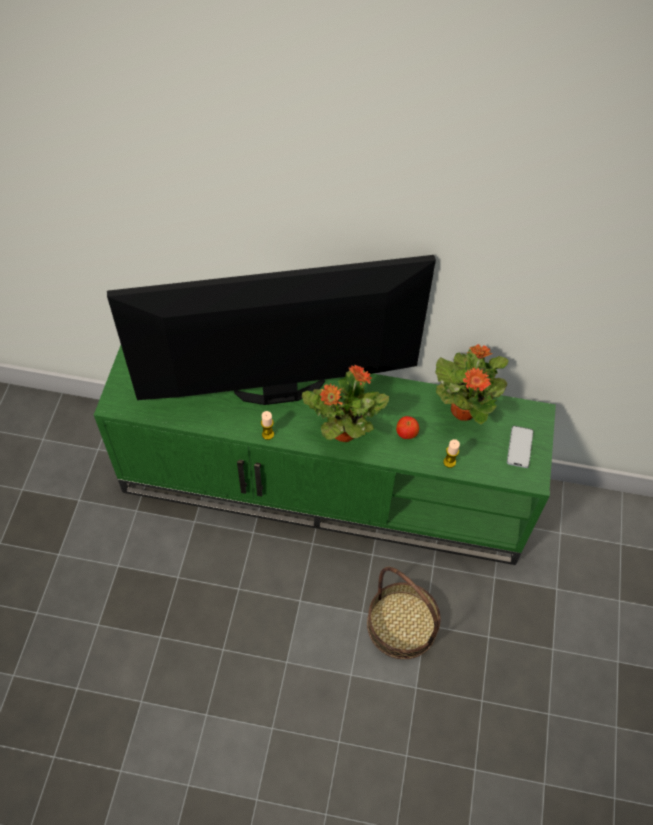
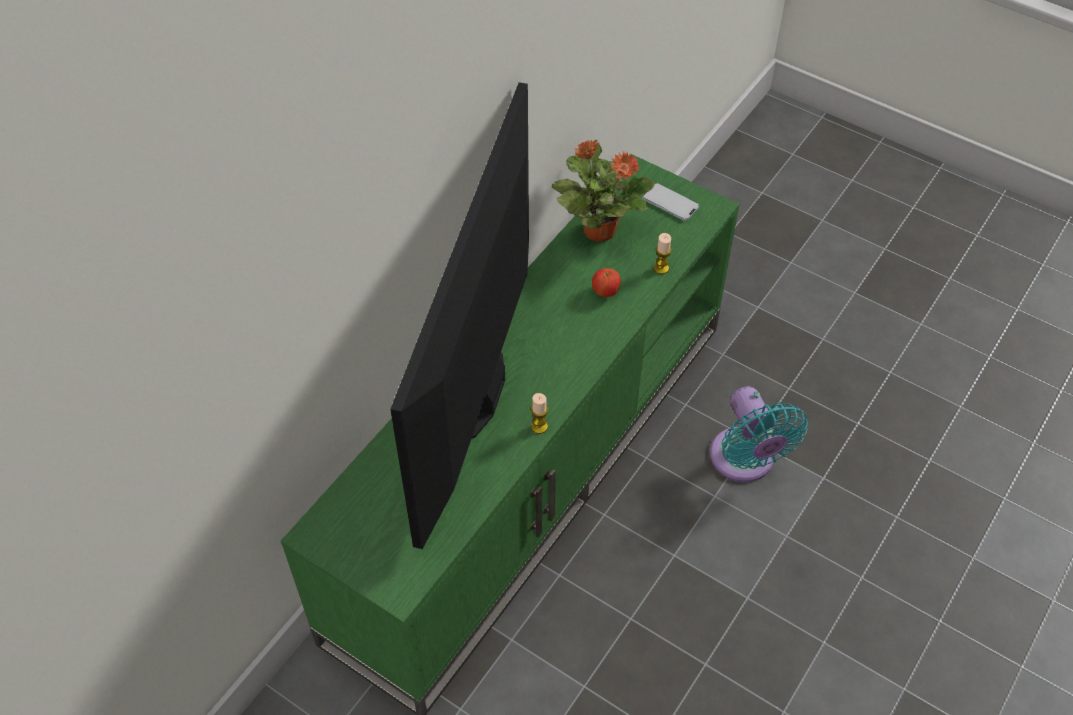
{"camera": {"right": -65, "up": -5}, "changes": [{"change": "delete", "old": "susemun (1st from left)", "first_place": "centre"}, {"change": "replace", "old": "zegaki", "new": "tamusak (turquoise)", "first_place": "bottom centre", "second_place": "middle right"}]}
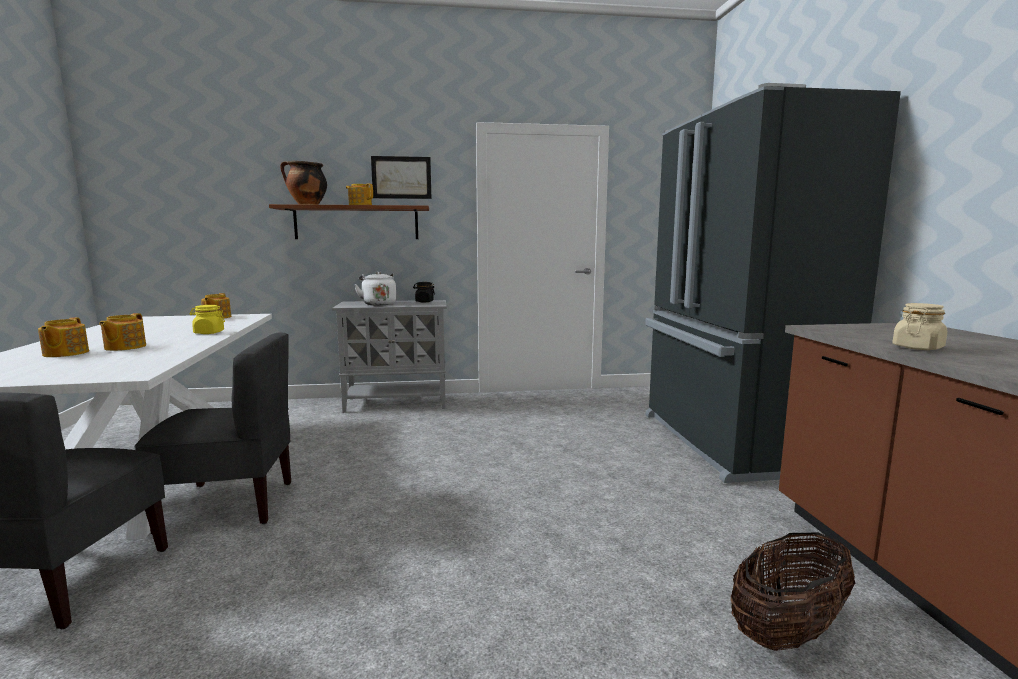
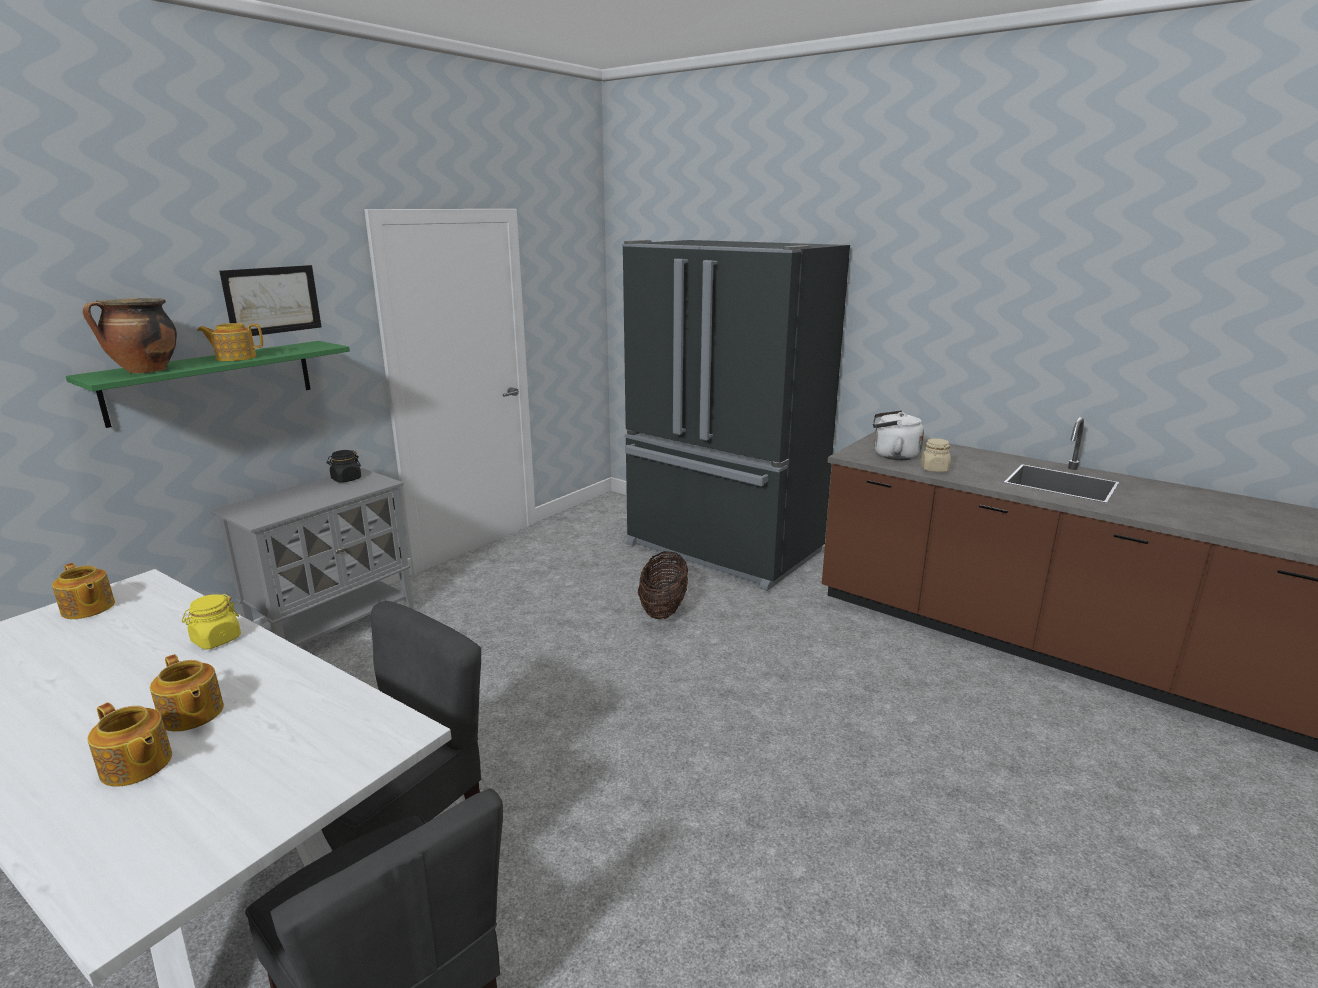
{"camera": {"right": -45, "up": 10}, "changes": [{"change": "recolor", "old": "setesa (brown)", "new": "setesa (green)", "first_place": "top centre", "second_place": "middle left"}, {"change": "move", "old": "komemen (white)", "first_place": "centre", "second_place": "middle right"}, {"change": "move", "old": "zegaki", "first_place": "bottom right", "second_place": "centre"}]}
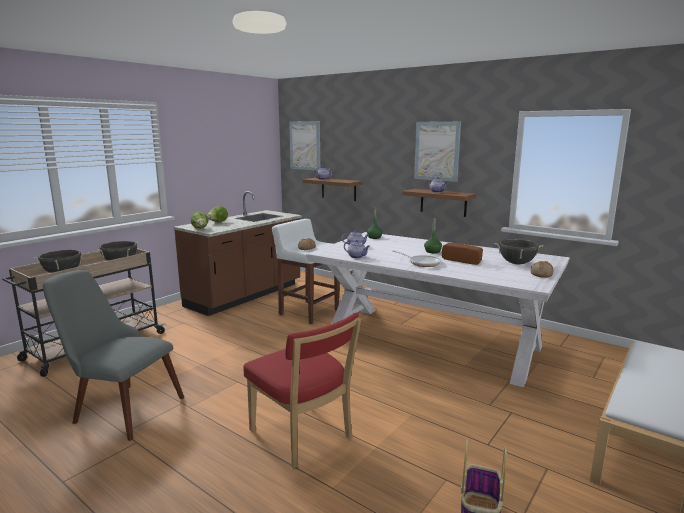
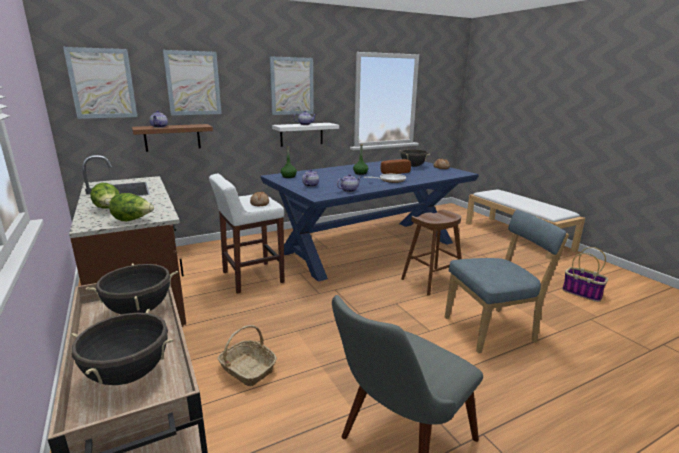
{"camera": {"right": -65, "up": 5}, "changes": [{"change": "recolor", "old": "setesa (brown) (2nd from left)", "new": "setesa (white)", "first_place": "centre", "second_place": "top centre"}, {"change": "recolor", "old": "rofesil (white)", "new": "rofesil (blue)", "first_place": "centre", "second_place": "centre"}, {"change": "recolor", "old": "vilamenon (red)", "new": "vilamenon (blue)", "first_place": "bottom centre", "second_place": "middle right"}, {"change": "insert", "new": "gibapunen (2nd from left)", "second_place": "top left"}, {"change": "insert", "new": "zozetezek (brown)", "second_place": "centre"}, {"change": "insert", "new": "zegaki (1st from left)", "second_place": "bottom centre"}]}
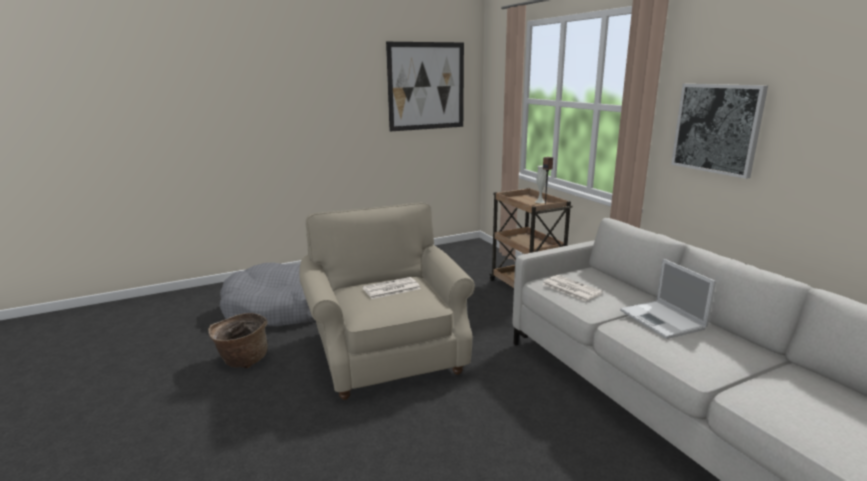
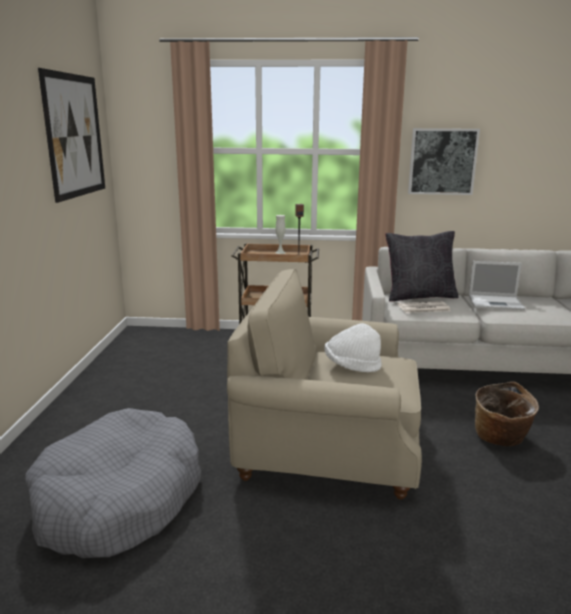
{"camera": {"right": -60, "up": 0}, "changes": [{"change": "replace", "old": "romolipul (1st from left)", "new": "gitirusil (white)", "first_place": "centre", "second_place": "centre"}, {"change": "move", "old": "zegaki", "first_place": "bottom left", "second_place": "bottom right"}, {"change": "insert", "new": "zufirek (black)", "second_place": "middle right"}]}
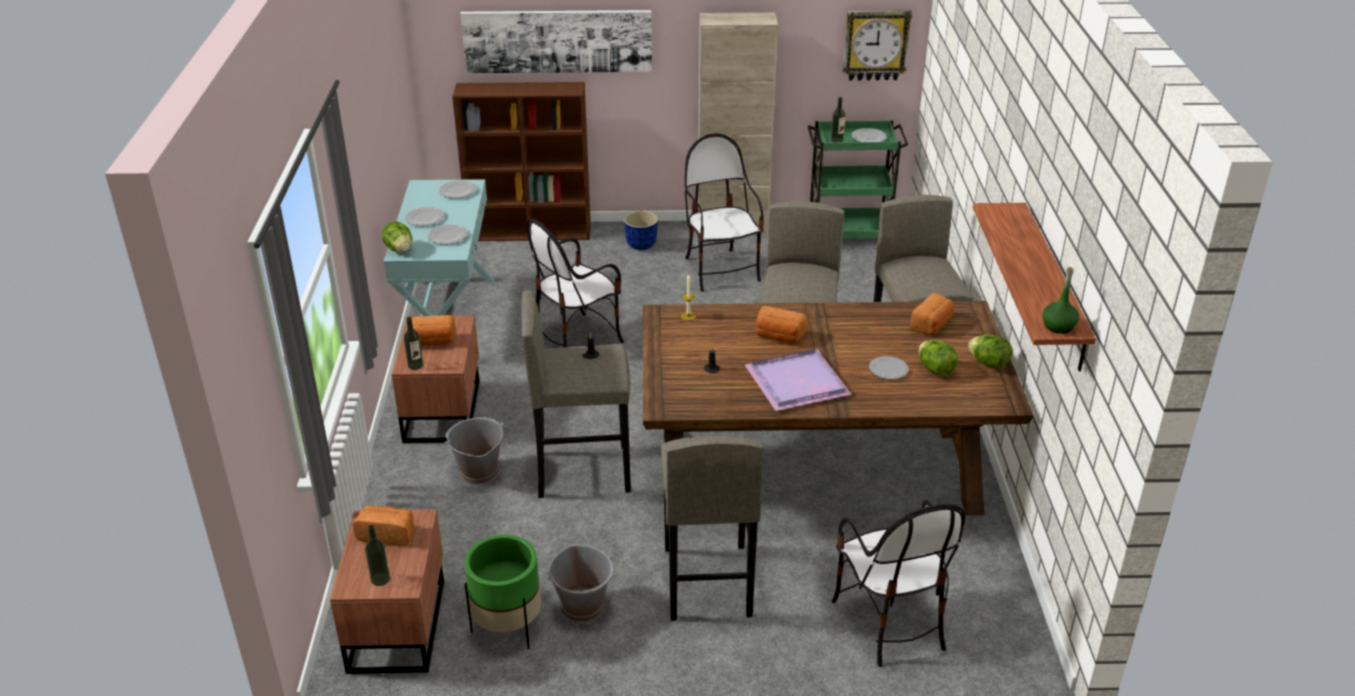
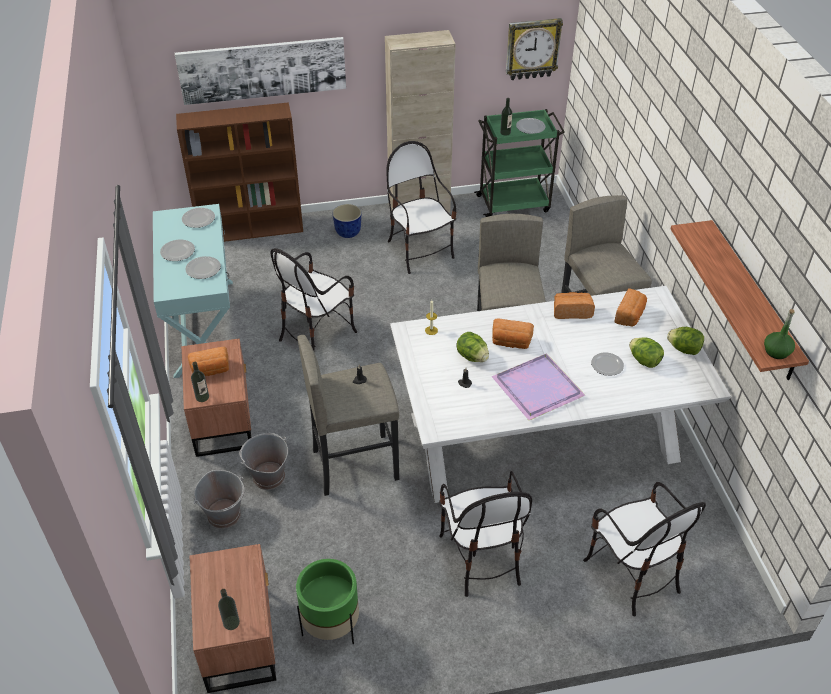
{"camera": {"right": -10, "up": 10}, "changes": [{"change": "move", "old": "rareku (1st from left)", "first_place": "middle left", "second_place": "centre"}, {"change": "recolor", "old": "rofesil (brown)", "new": "rofesil (white)", "first_place": "centre", "second_place": "middle right"}, {"change": "replace", "old": "zozetezek (grey) (2nd from left)", "new": "vilamenon (3rd from left)", "first_place": "bottom centre", "second_place": "bottom centre"}, {"change": "move", "old": "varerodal (1st from left in the first image)", "new": "varerodal (3rd from left)", "first_place": "bottom left", "second_place": "middle right"}, {"change": "move", "old": "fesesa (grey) (2nd from left in the first image)", "new": "fesesa (grey) (1st from left)", "first_place": "bottom centre", "second_place": "bottom left"}]}
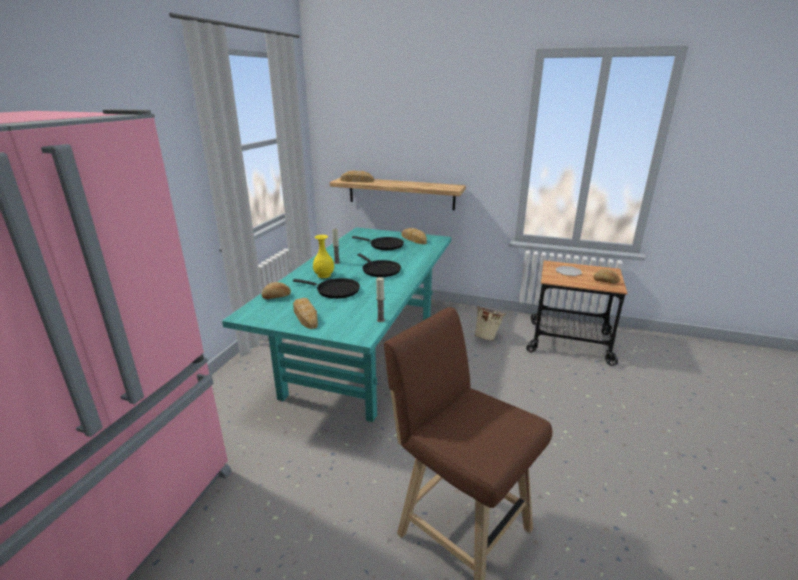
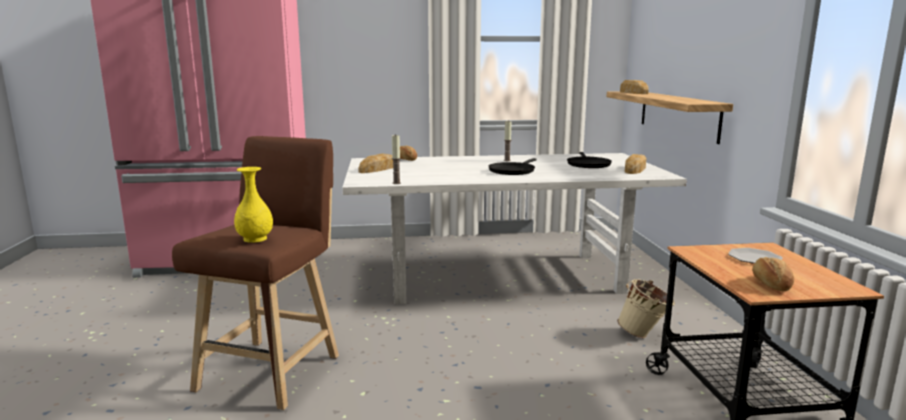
{"camera": {"right": 65, "up": -10}, "changes": [{"change": "recolor", "old": "rofesil (turquoise)", "new": "rofesil (white)", "first_place": "centre", "second_place": "centre"}, {"change": "move", "old": "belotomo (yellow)", "first_place": "centre", "second_place": "middle left"}, {"change": "delete", "old": "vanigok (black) (1st from left)", "first_place": "centre"}]}
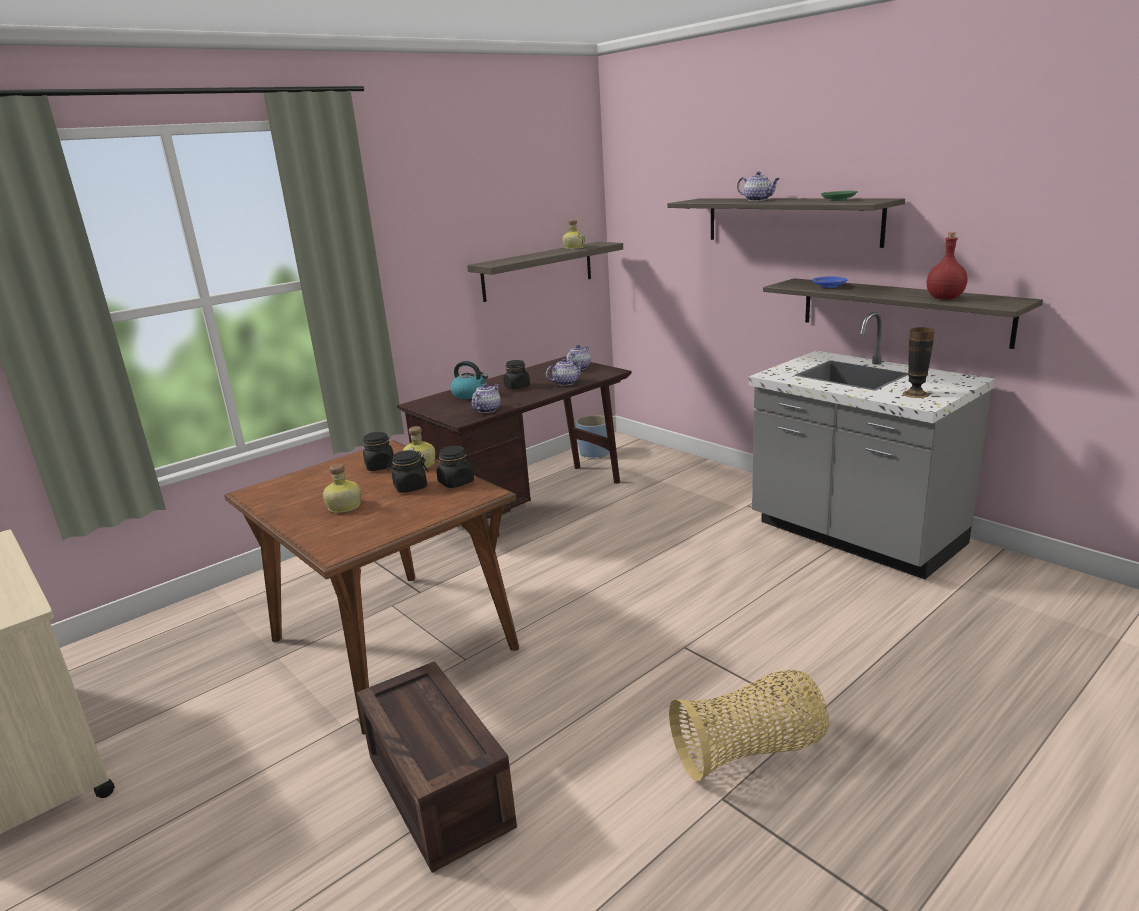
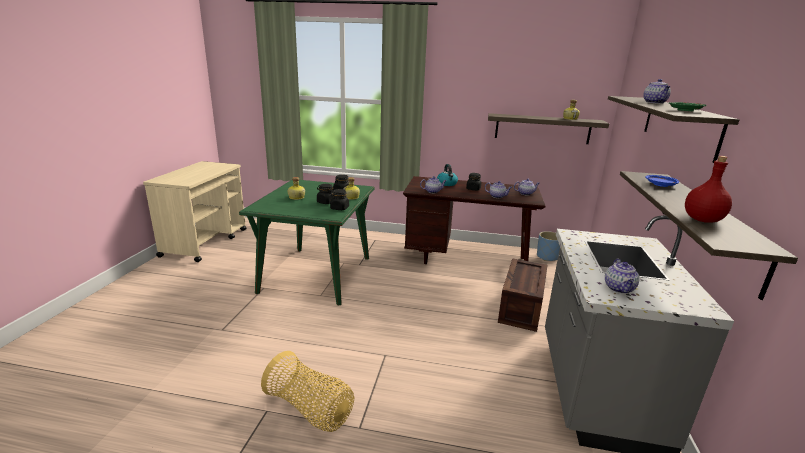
{"camera": {"right": 50, "up": 0}, "changes": [{"change": "replace", "old": "belotomo", "new": "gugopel (4th from left)", "first_place": "middle right", "second_place": "middle right"}, {"change": "recolor", "old": "rofesil (brown)", "new": "rofesil (green)", "first_place": "middle left", "second_place": "centre"}, {"change": "move", "old": "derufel", "first_place": "bottom centre", "second_place": "centre"}]}
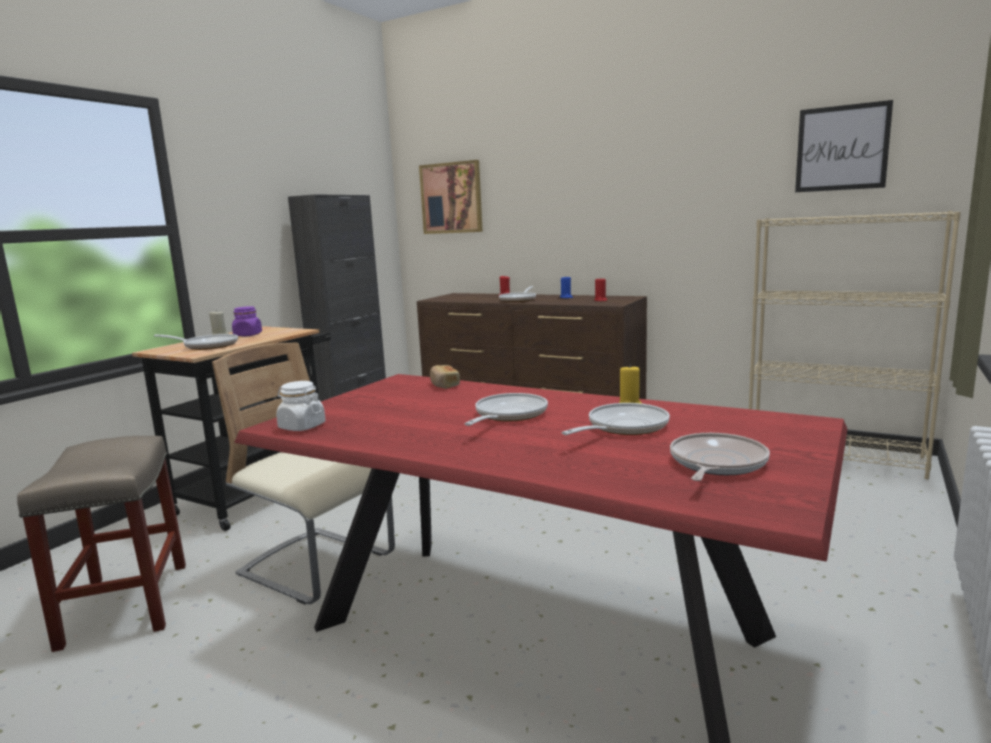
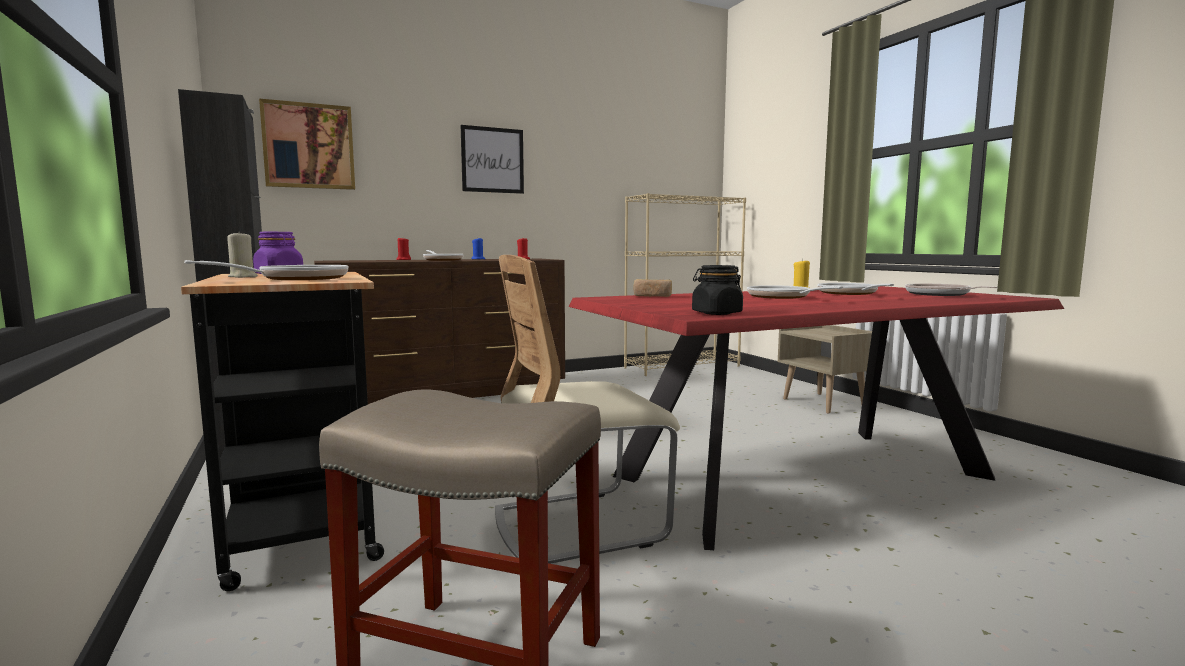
{"camera": {"right": -55, "up": -5}, "changes": [{"change": "move", "old": "gibapunen (2nd from left)", "first_place": "top right", "second_place": "top centre"}, {"change": "recolor", "old": "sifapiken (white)", "new": "sifapiken (black)", "first_place": "middle left", "second_place": "centre"}, {"change": "insert", "new": "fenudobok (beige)", "second_place": "middle right"}]}
